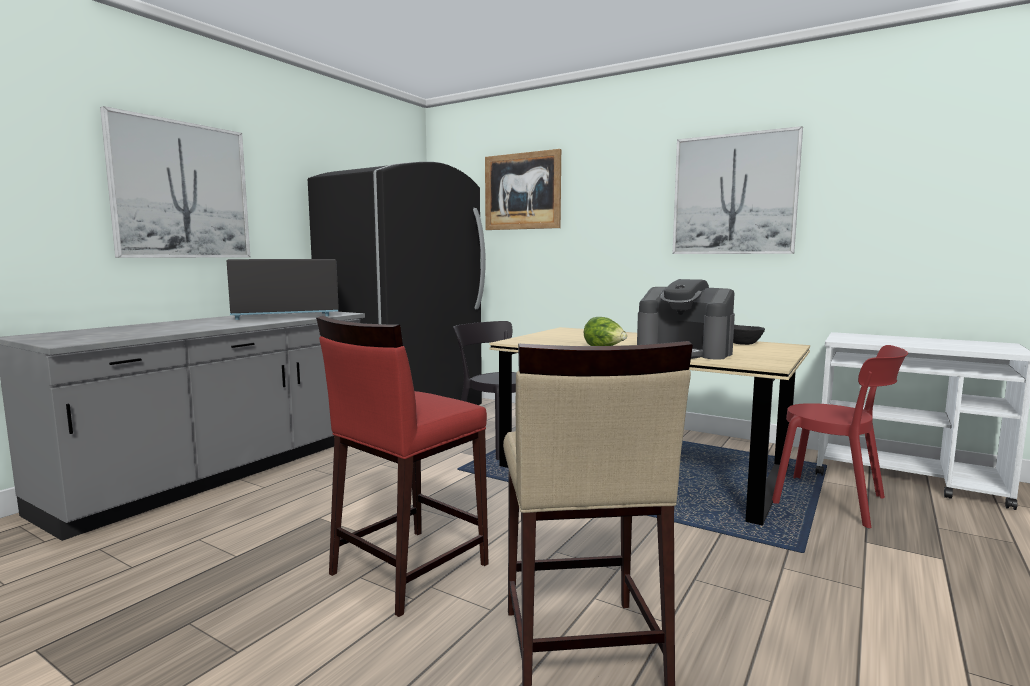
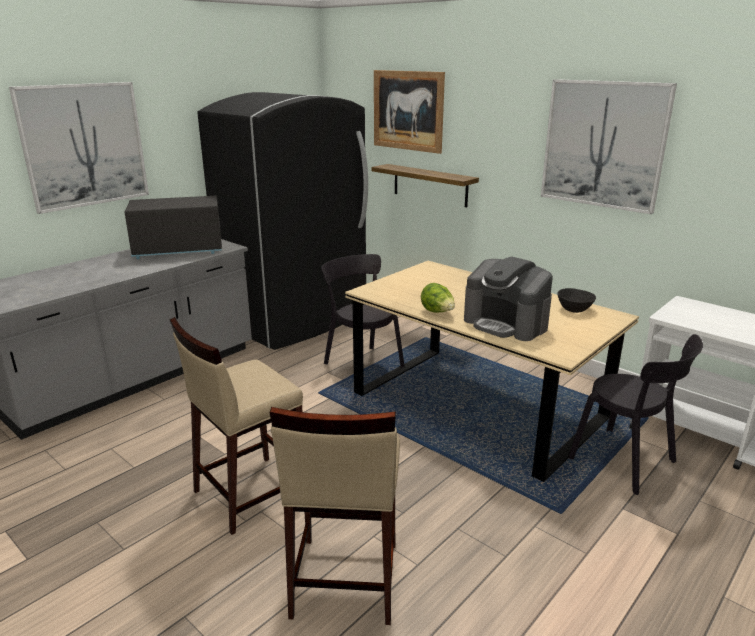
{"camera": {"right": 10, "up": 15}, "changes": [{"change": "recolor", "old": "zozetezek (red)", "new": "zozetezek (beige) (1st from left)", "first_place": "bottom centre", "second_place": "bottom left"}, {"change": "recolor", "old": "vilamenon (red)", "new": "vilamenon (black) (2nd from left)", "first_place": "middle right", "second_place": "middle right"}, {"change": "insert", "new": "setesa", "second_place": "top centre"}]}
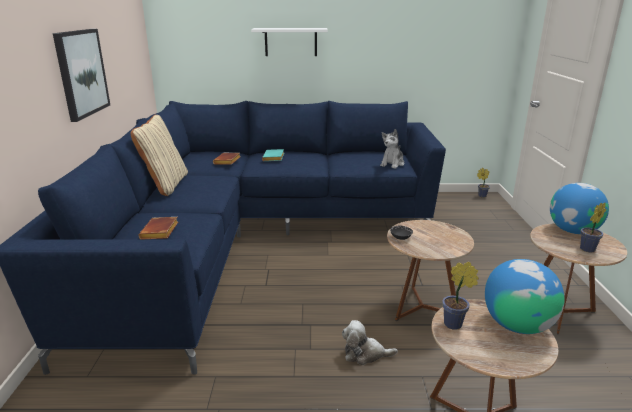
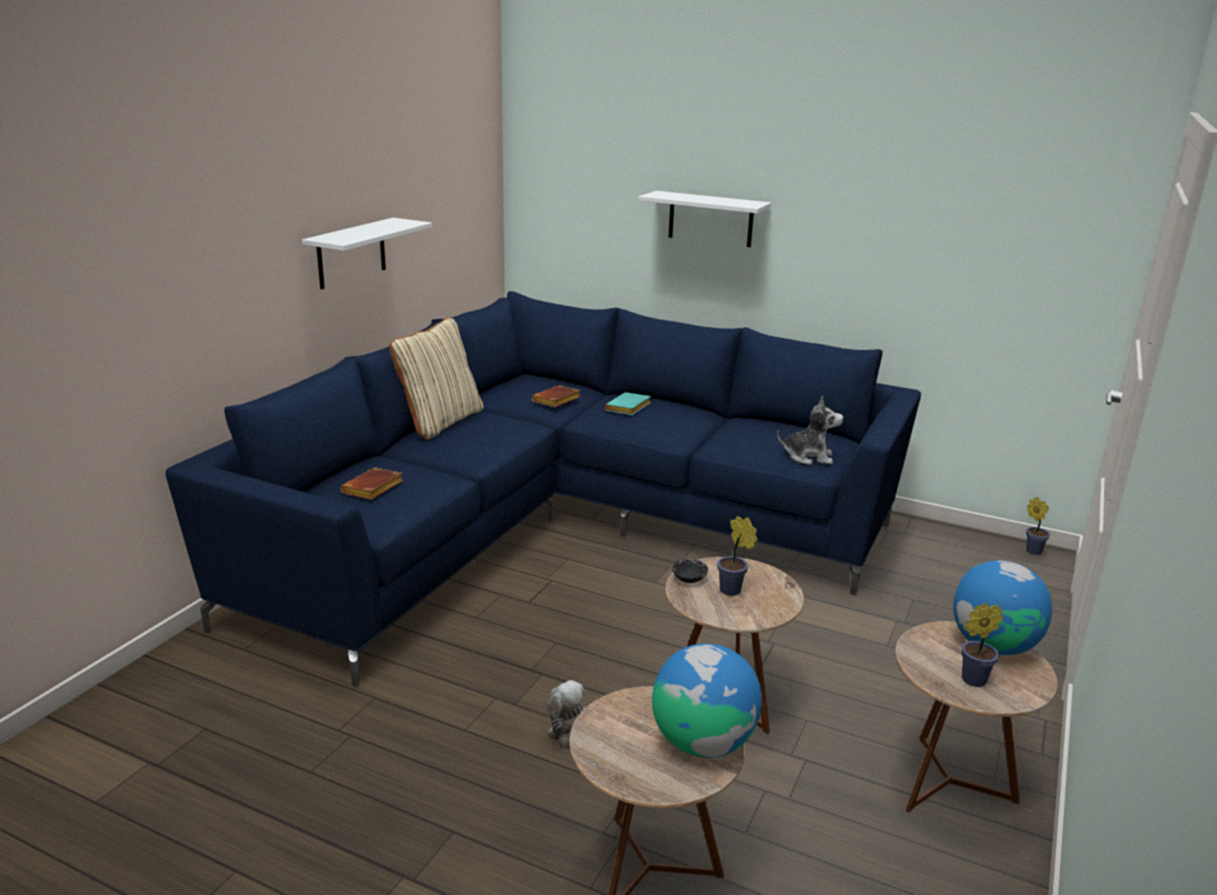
{"camera": {"right": 25, "up": 0}, "changes": [{"change": "replace", "old": "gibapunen", "new": "setesa (white) (1st from left)", "first_place": "top left", "second_place": "top left"}, {"change": "rotate", "old": "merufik (2nd from left)", "first_place": "centre", "second_place": "centre", "degrees": -135}, {"change": "move", "old": "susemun (1st from left)", "first_place": "bottom right", "second_place": "centre"}]}
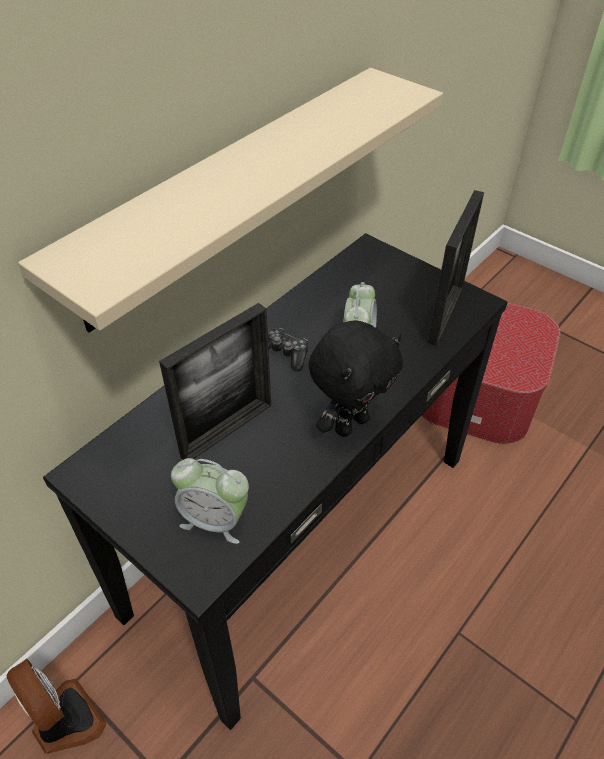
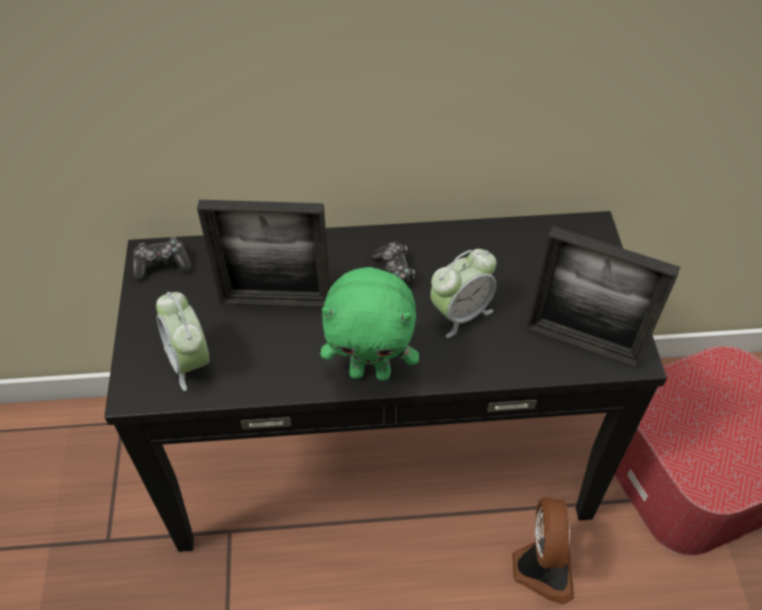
{"camera": {"right": 45, "up": 5}, "changes": [{"change": "delete", "old": "setesa (beige)", "first_place": "top centre"}, {"change": "rotate", "old": "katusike (2nd from left)", "first_place": "middle right", "second_place": "middle right", "degrees": 45}, {"change": "recolor", "old": "merufik (black)", "new": "merufik (green)", "first_place": "centre", "second_place": "centre"}, {"change": "move", "old": "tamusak", "first_place": "bottom left", "second_place": "bottom right"}, {"change": "insert", "new": "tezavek (1st from left)", "second_place": "middle left"}]}
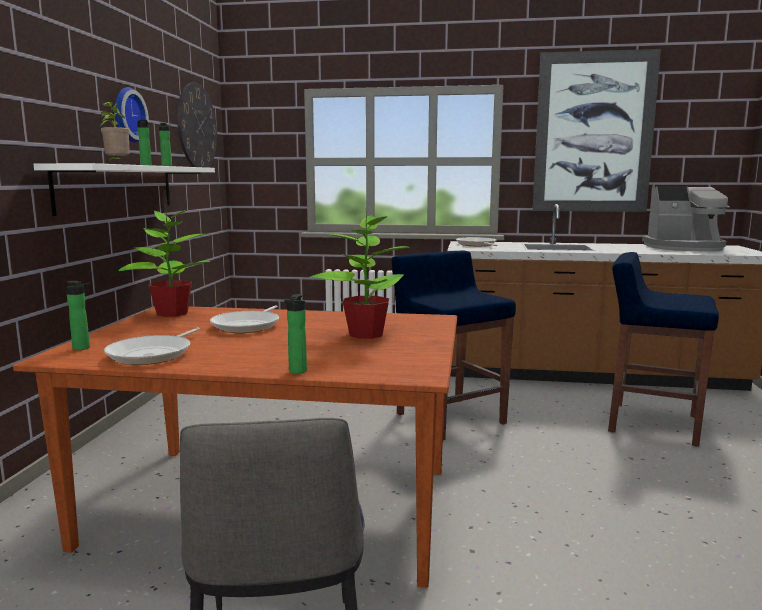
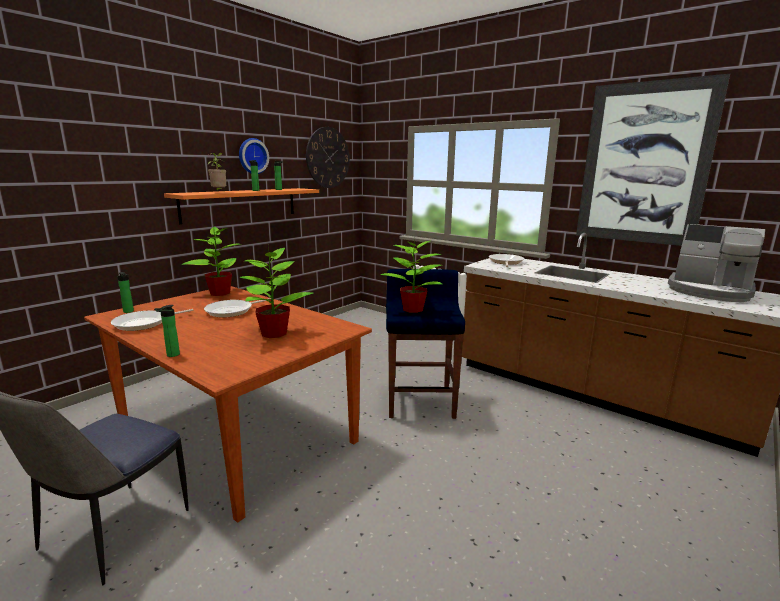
{"camera": {"right": 30, "up": 5}, "changes": [{"change": "recolor", "old": "setesa (white)", "new": "setesa (orange)", "first_place": "top left", "second_place": "middle left"}, {"change": "delete", "old": "zozetezek (blue) (2nd from left)", "first_place": "middle right"}, {"change": "insert", "new": "susemun (4th from left)", "second_place": "centre"}]}
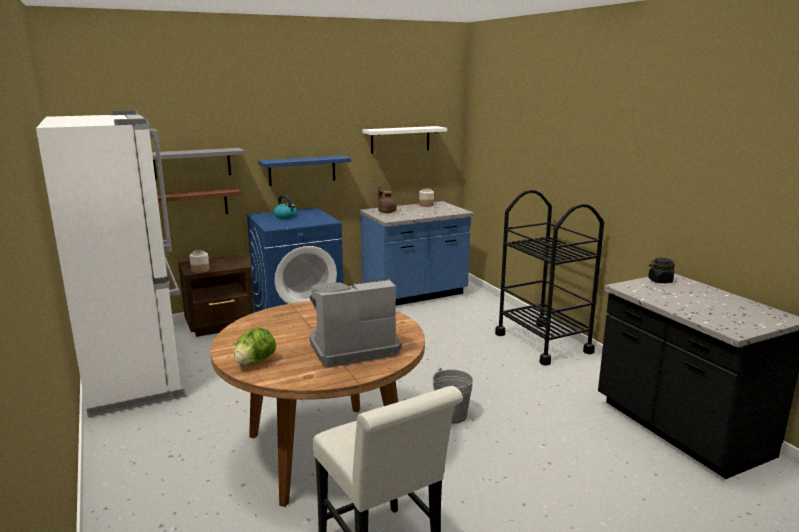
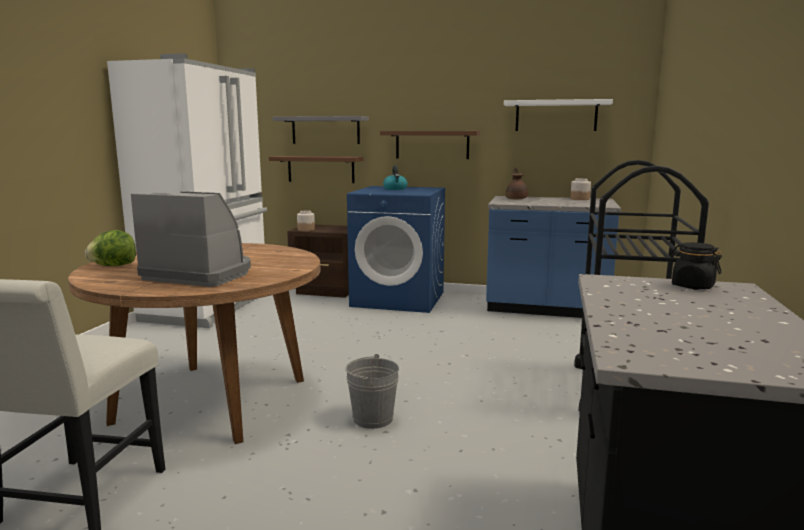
{"camera": {"right": 40, "up": -5}, "changes": [{"change": "recolor", "old": "setesa (blue)", "new": "setesa (brown) (2nd from left)", "first_place": "top centre", "second_place": "top centre"}]}
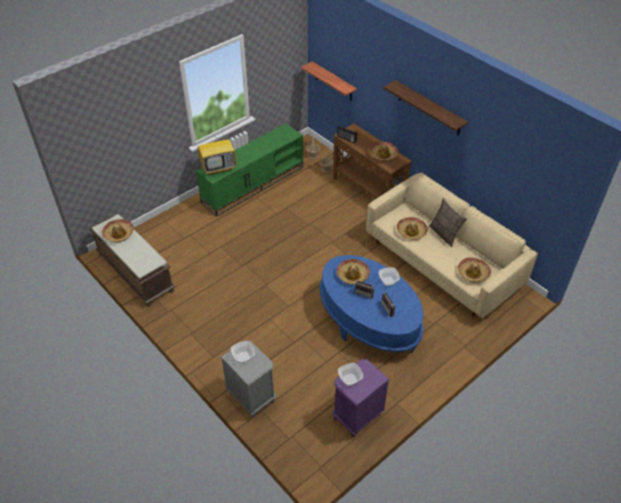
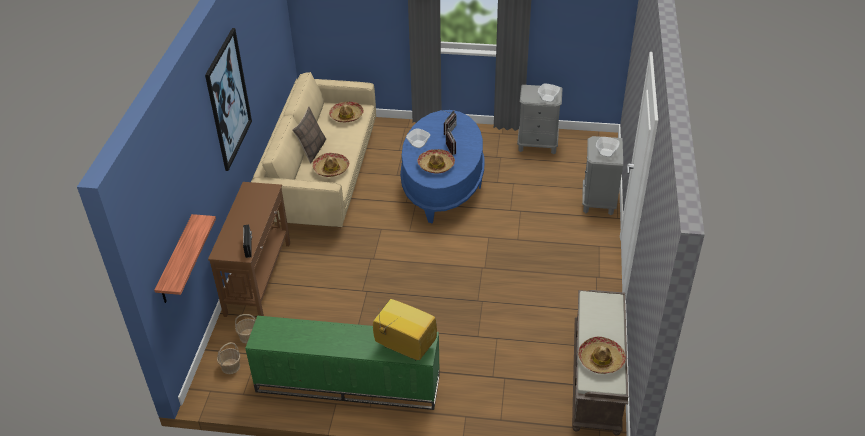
{"camera": {"right": -130, "up": -5}, "changes": [{"change": "replace", "old": "setesa (2nd from left)", "new": "gibapunen", "first_place": "top right", "second_place": "top left"}, {"change": "delete", "old": "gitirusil (3rd from left)", "first_place": "top centre"}, {"change": "recolor", "old": "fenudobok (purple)", "new": "fenudobok (grey) (1st from left)", "first_place": "bottom centre", "second_place": "top centre"}]}
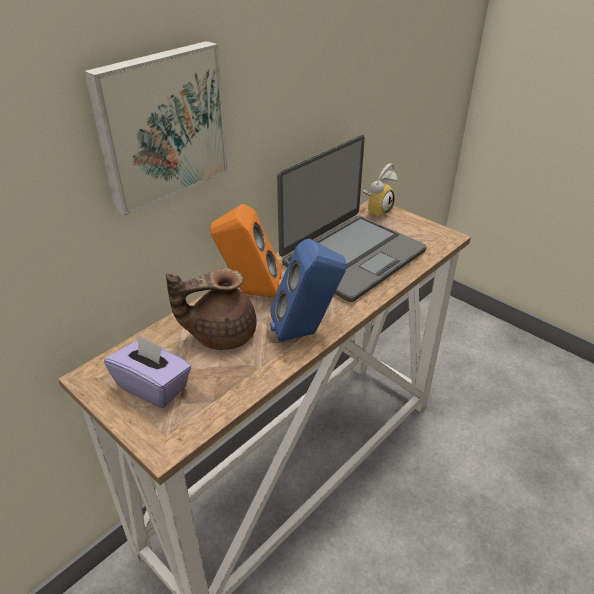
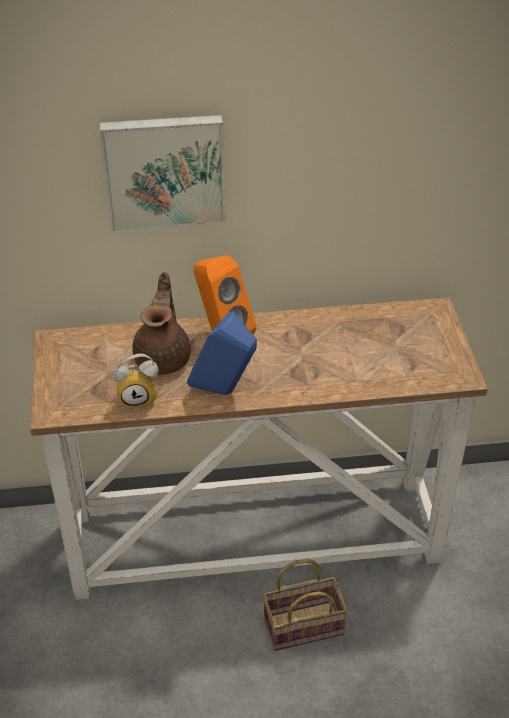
{"camera": {"right": 40, "up": 5}, "changes": [{"change": "delete", "old": "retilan", "first_place": "centre"}, {"change": "move", "old": "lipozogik", "first_place": "top centre", "second_place": "middle left"}, {"change": "rotate", "old": "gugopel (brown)", "first_place": "centre", "second_place": "middle left", "degrees": 75}, {"change": "delete", "old": "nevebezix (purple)", "first_place": "middle left"}, {"change": "insert", "new": "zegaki", "second_place": "bottom centre"}]}
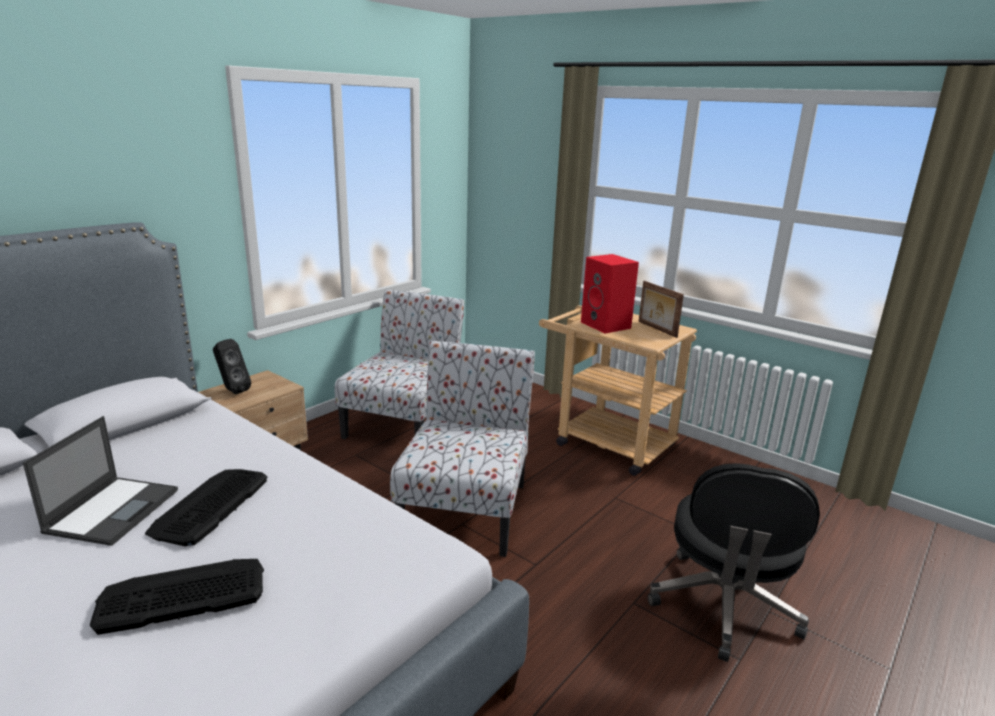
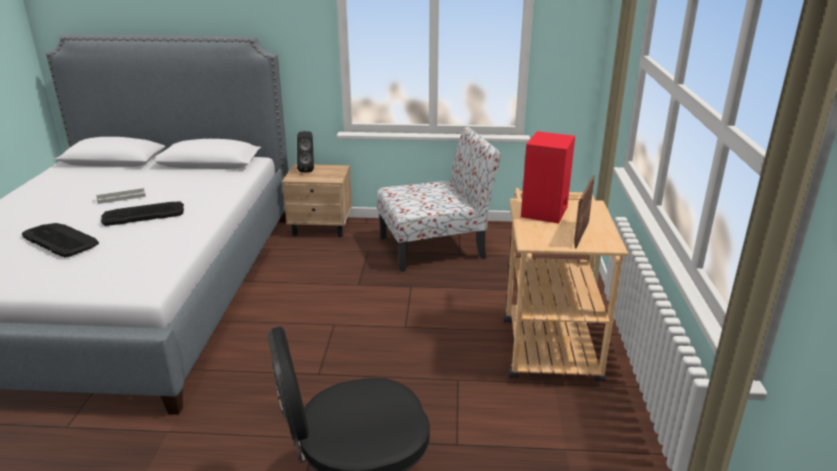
{"camera": {"right": 55, "up": 5}, "changes": [{"change": "delete", "old": "vilamenon (2nd from left)", "first_place": "centre"}, {"change": "replace", "old": "retilan", "new": "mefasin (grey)", "first_place": "bottom left", "second_place": "middle left"}]}
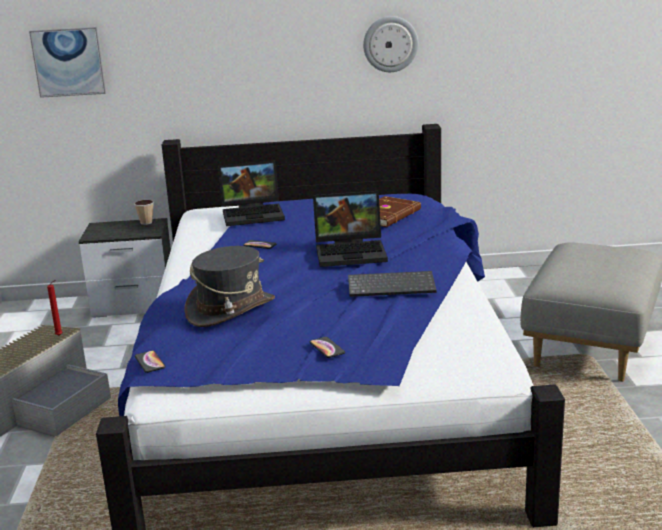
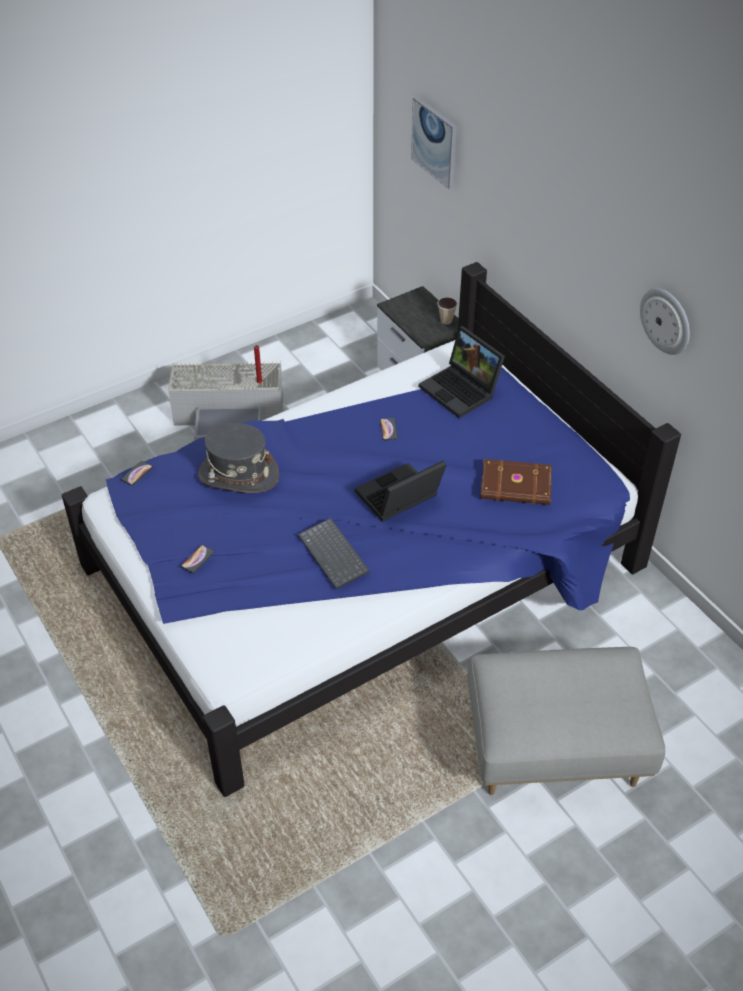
{"camera": {"right": 60, "up": 25}, "changes": [{"change": "rotate", "old": "retilan (2nd from left in the first image)", "first_place": "centre", "second_place": "centre", "degrees": 90}]}
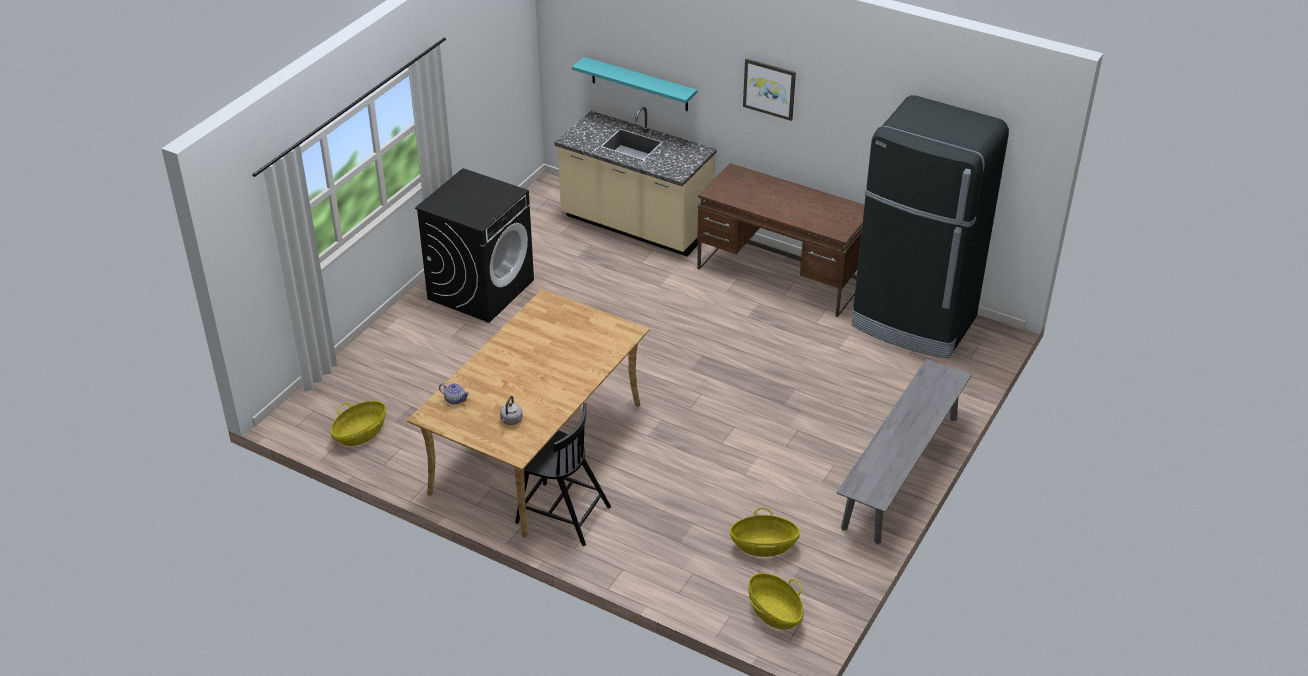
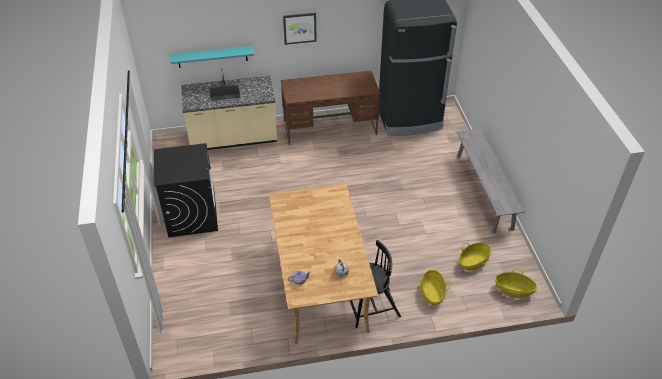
{"camera": {"right": -40, "up": 5}, "changes": [{"change": "move", "old": "zegaki (1st from left)", "first_place": "middle left", "second_place": "bottom centre"}]}
